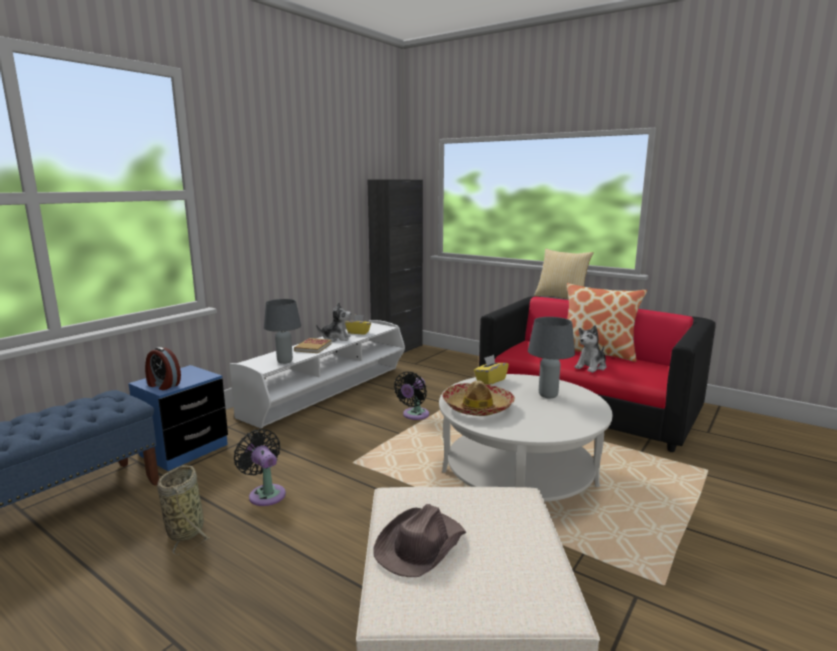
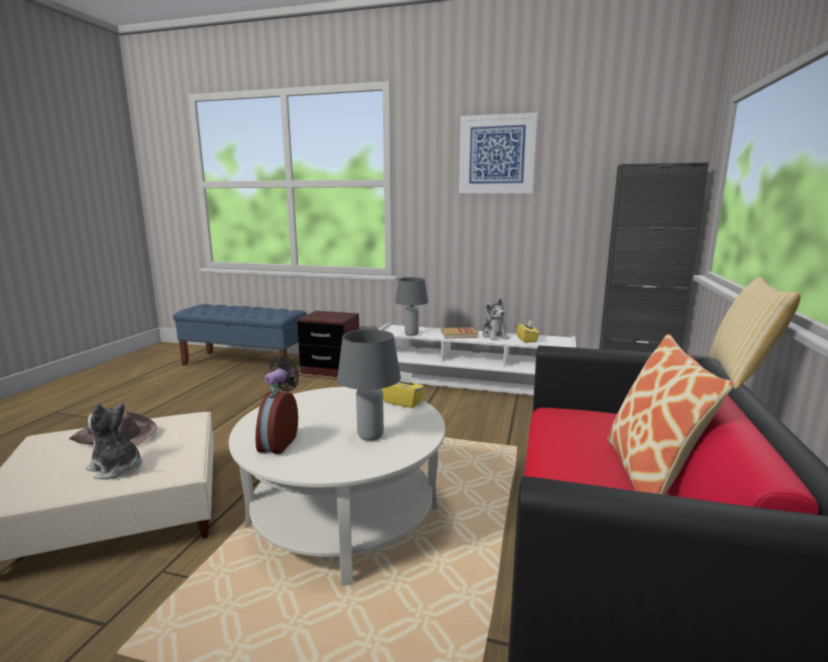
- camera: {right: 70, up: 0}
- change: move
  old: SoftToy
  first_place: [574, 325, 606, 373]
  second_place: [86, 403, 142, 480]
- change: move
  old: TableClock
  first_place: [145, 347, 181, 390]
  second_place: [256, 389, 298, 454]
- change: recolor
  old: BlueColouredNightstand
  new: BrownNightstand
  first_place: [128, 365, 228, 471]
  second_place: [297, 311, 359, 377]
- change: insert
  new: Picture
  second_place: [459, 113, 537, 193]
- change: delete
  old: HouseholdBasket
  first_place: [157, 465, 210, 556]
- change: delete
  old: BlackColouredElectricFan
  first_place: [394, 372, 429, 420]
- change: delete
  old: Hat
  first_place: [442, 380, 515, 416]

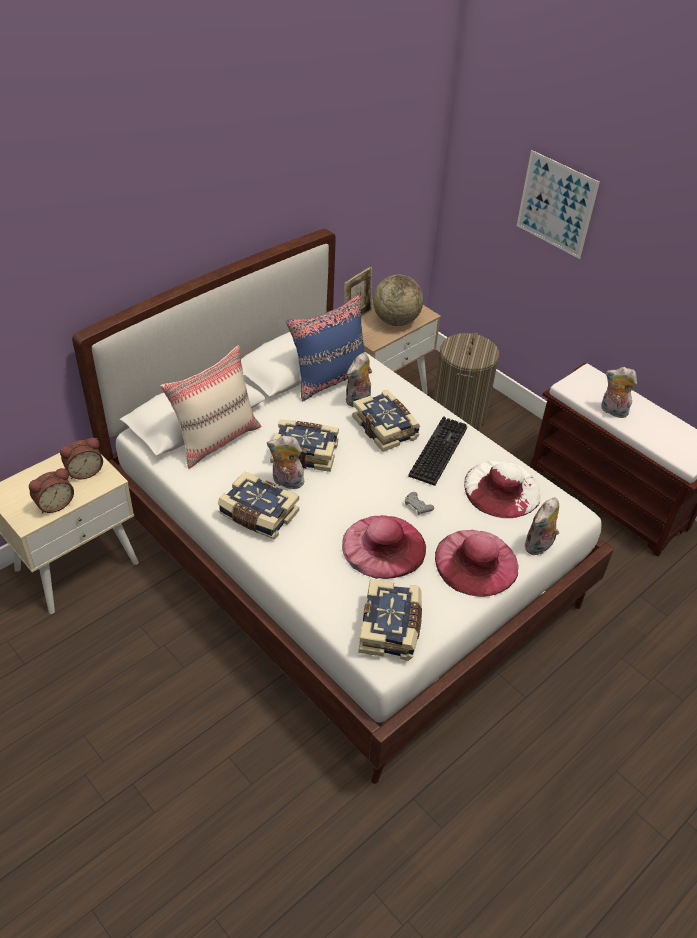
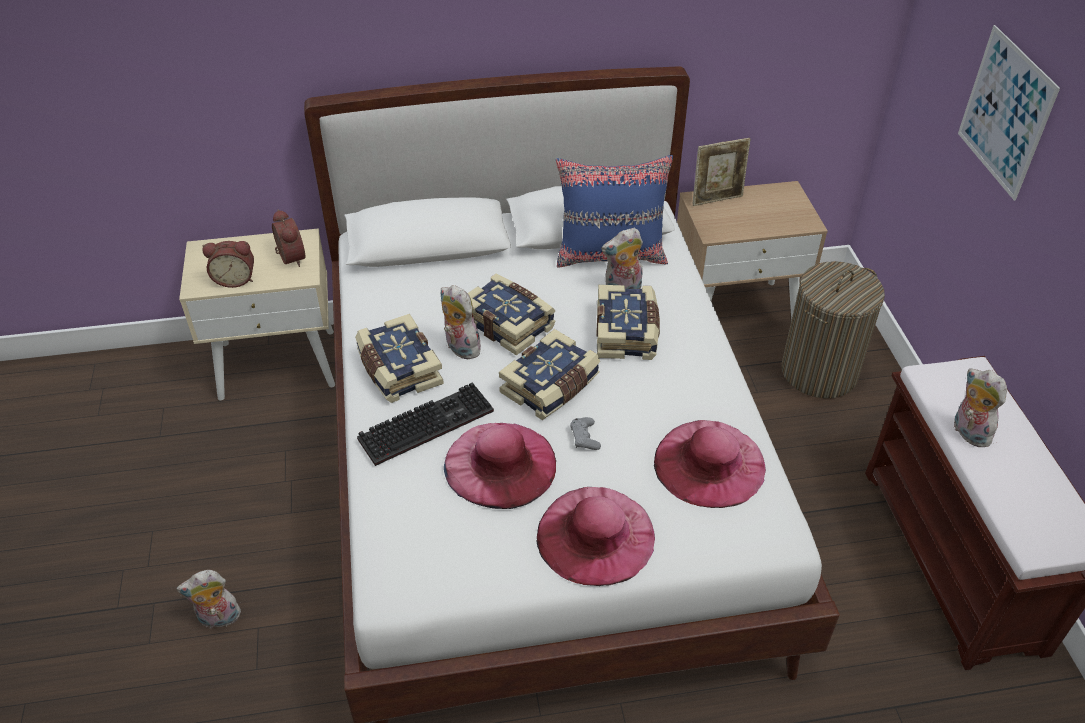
- camera: {right: 35, up: 0}
- change: move
  old: SoftToy
  first_place: [525, 497, 559, 556]
  second_place: [176, 570, 242, 629]
- change: rotate
  old: TableClock
  first_place: [60, 438, 103, 479]
  second_place: [272, 209, 305, 267]
  degrees: -120
- change: move
  old: Keyboard
  first_place: [408, 416, 467, 486]
  second_place: [357, 382, 494, 466]
- change: move
  old: Book
  first_place: [358, 579, 422, 661]
  second_place: [499, 329, 600, 420]
- change: recolor
  old: WhiteHat
  new: PinkHat
  first_place: [464, 461, 541, 518]
  second_place: [654, 420, 766, 508]
- change: delete
  old: BeigeColouredPillow
  first_place: [161, 345, 261, 469]
- change: delete
  old: Globe
  first_place: [373, 275, 423, 326]

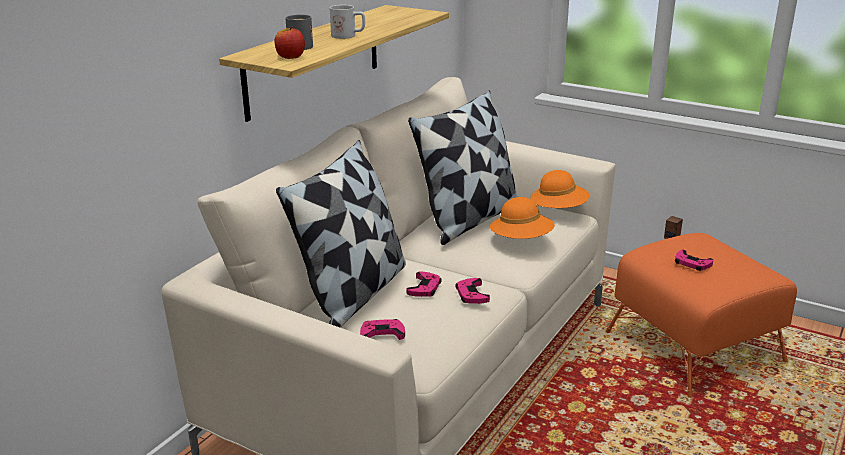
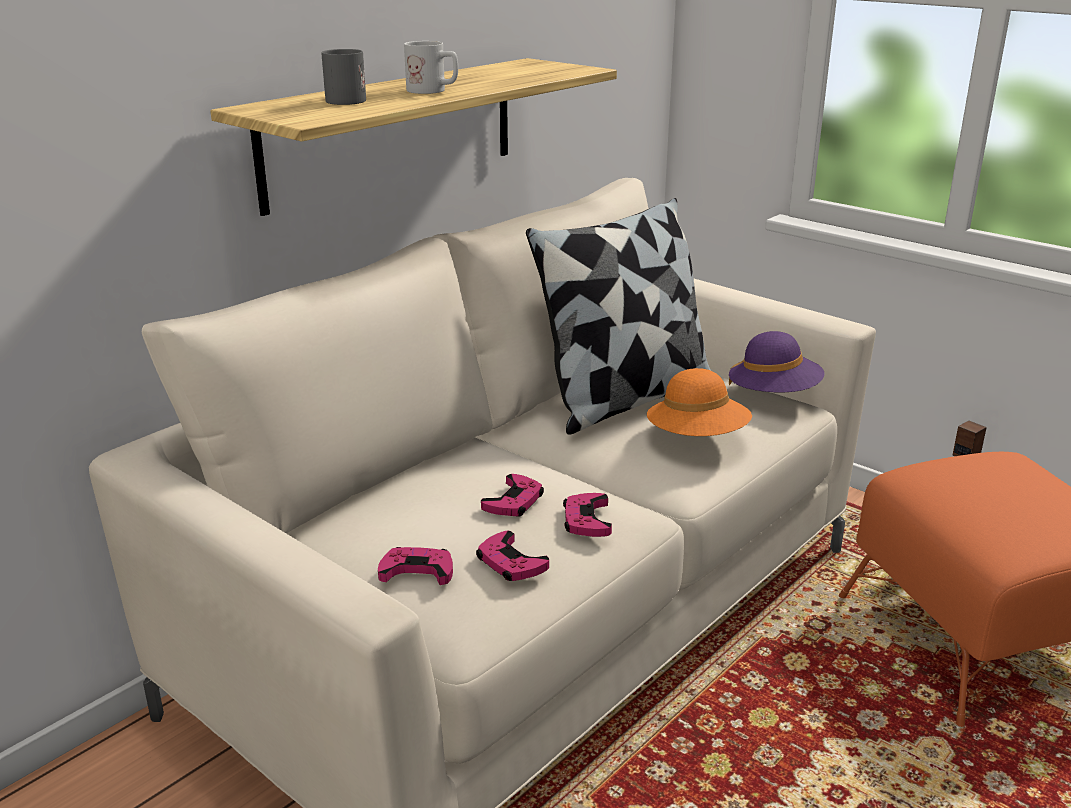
- camera: {right: 10, up: 0}
- change: move
  old: PinkGameController
  first_place: [675, 250, 713, 271]
  second_place: [476, 531, 549, 581]
- change: recolor
  old: OrangeHat
  new: PurpleHat
  first_place: [530, 170, 589, 208]
  second_place: [729, 331, 825, 392]
- change: delete
  old: AppleFruit
  first_place: [274, 26, 305, 59]
- change: delete
  old: Pillow
  first_place: [276, 140, 406, 328]

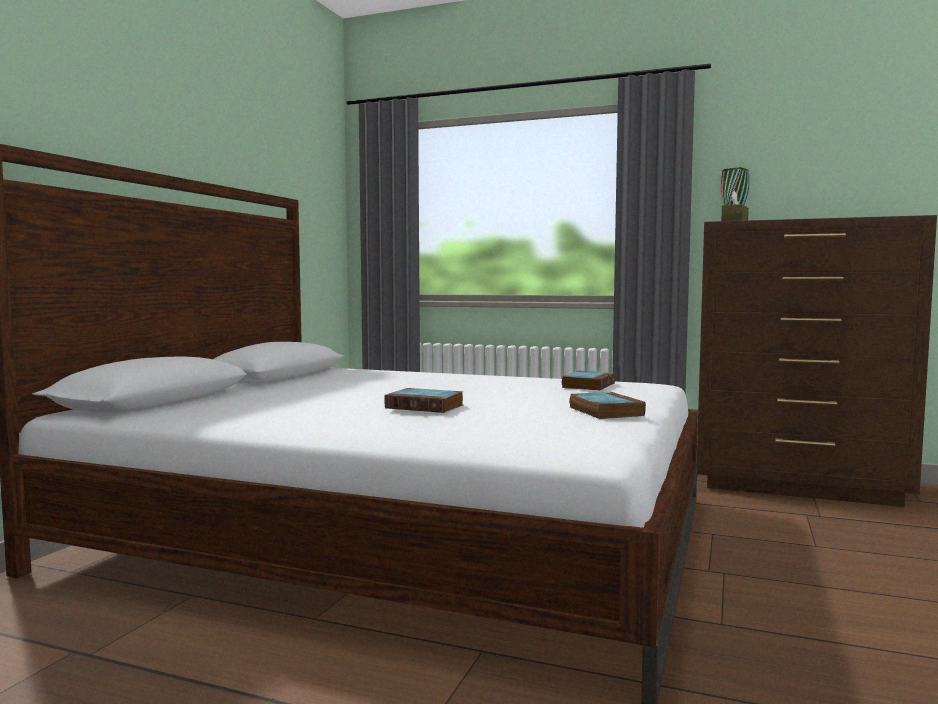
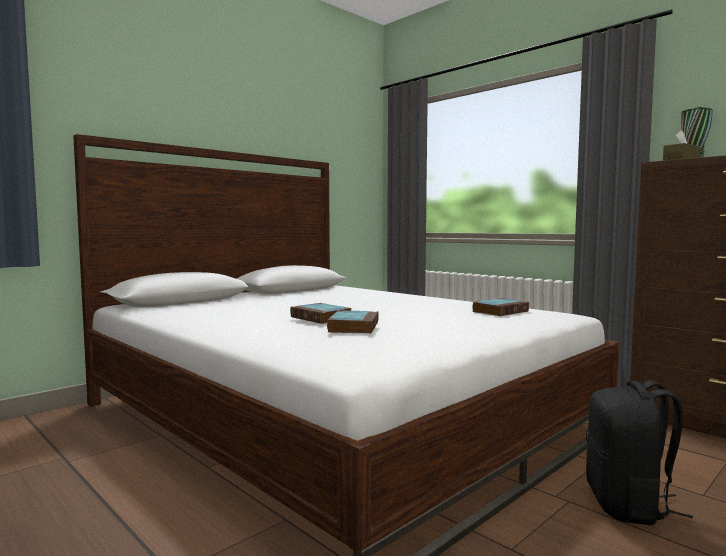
- camera: {right: 25, up: 0}
- change: move
  old: Book
  first_place: [569, 392, 646, 419]
  second_place: [327, 310, 379, 334]
- change: insert
  new: BlackColouredKnapsack
  second_place: [586, 380, 693, 525]

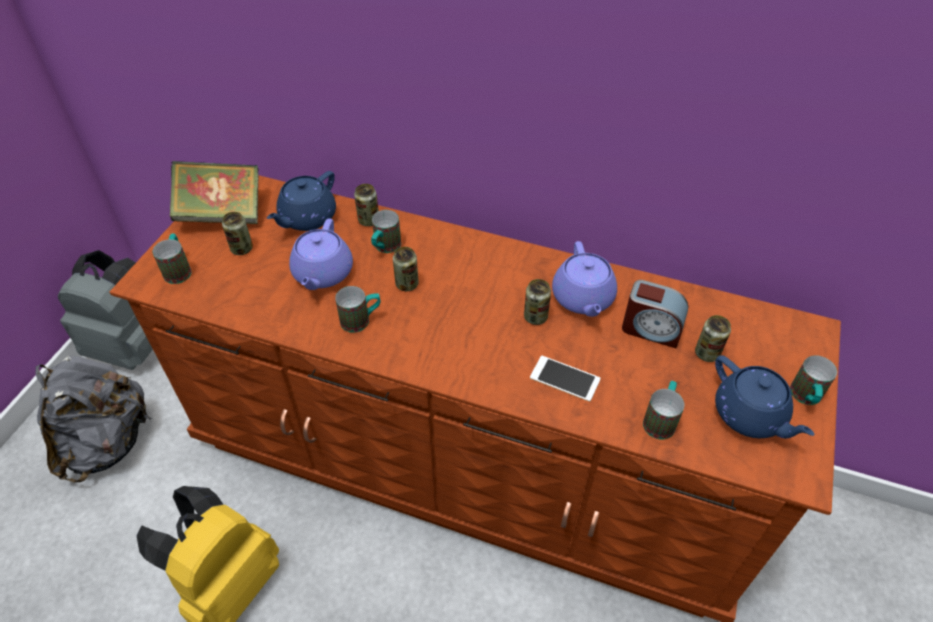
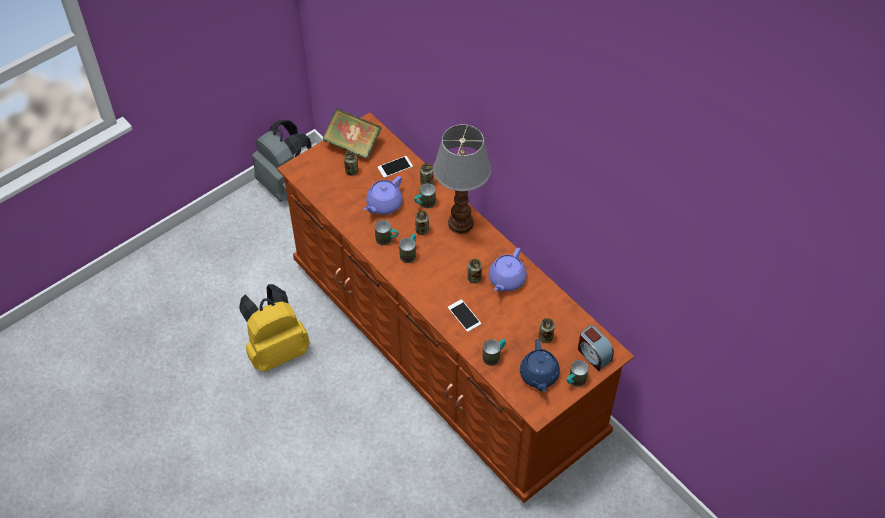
- camera: {right: 30, up: 5}
- change: replace
  old: BlueColouredTeapot
  new: Telephone
  first_place: [267, 171, 336, 231]
  second_place: [378, 156, 413, 178]
- change: move
  old: CoffeeMug
  first_place: [152, 234, 192, 284]
  second_place: [399, 234, 416, 263]
- change: insert
  new: LampForATable
  second_place: [433, 124, 491, 234]
- change: move
  old: TableClock
  first_place: [622, 280, 689, 348]
  second_place: [578, 325, 614, 371]
- change: delete
  old: GrayKnapsack
  first_place: [35, 356, 152, 482]

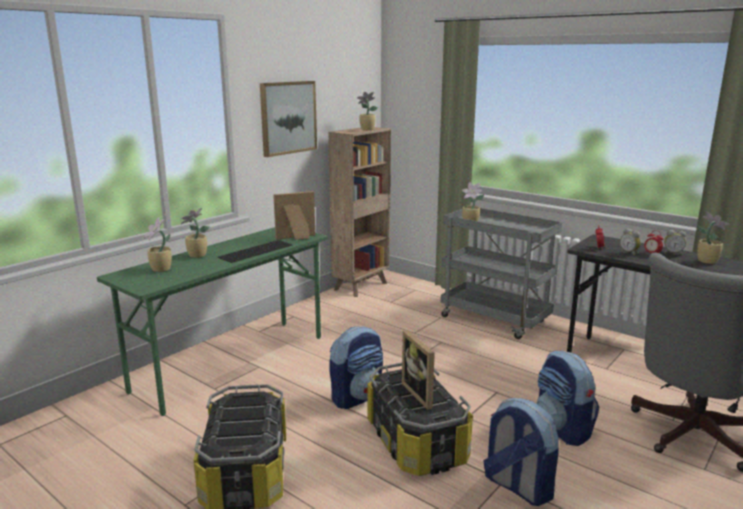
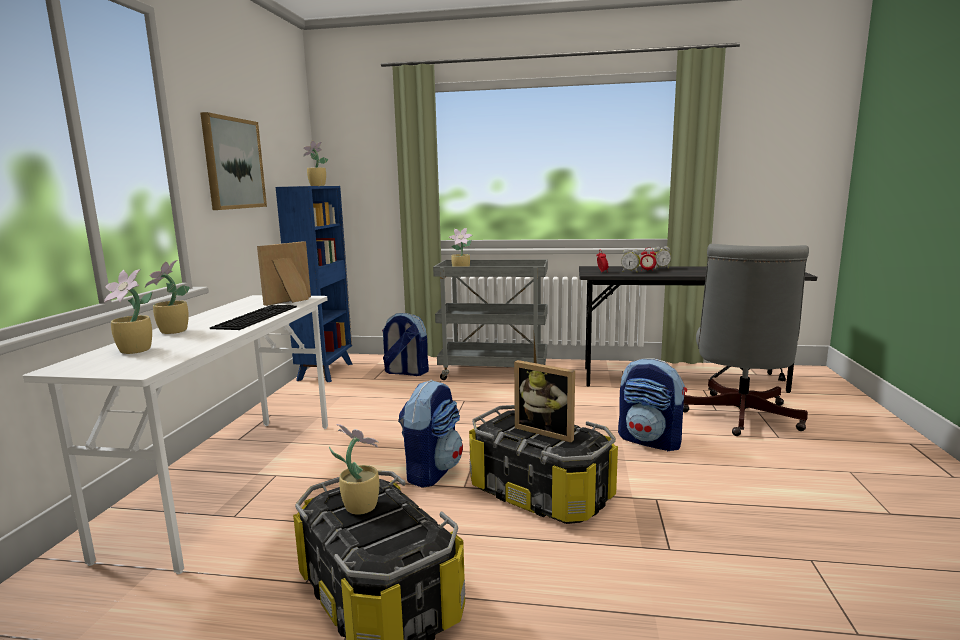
- camera: {right: -30, up: -5}
- change: recolor
  old: GreenDesk
  new: WhiteDesk
  first_place: [97, 227, 328, 416]
  second_place: [23, 295, 328, 574]
- change: recolor
  old: BrownBookshelf
  new: BlueColouredBookshelf
  first_place: [328, 127, 391, 297]
  second_place: [276, 186, 353, 382]
- change: move
  old: PlantInAPot
  first_place: [697, 212, 729, 264]
  second_place: [329, 424, 379, 515]
- change: move
  old: Knapsack
  first_place: [483, 398, 559, 506]
  second_place: [382, 313, 429, 376]

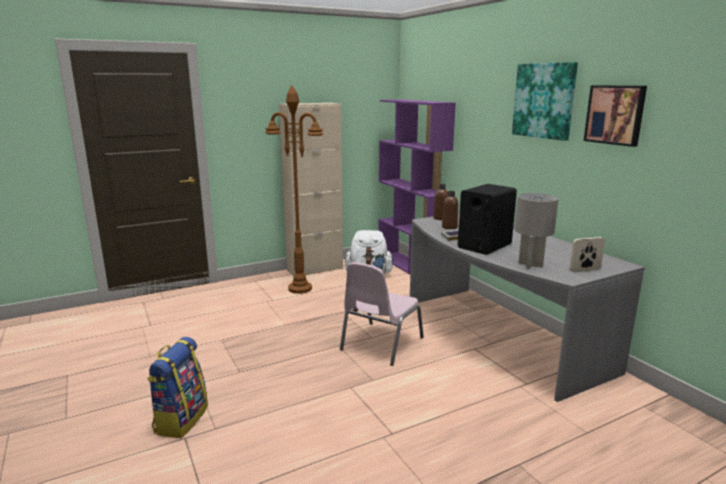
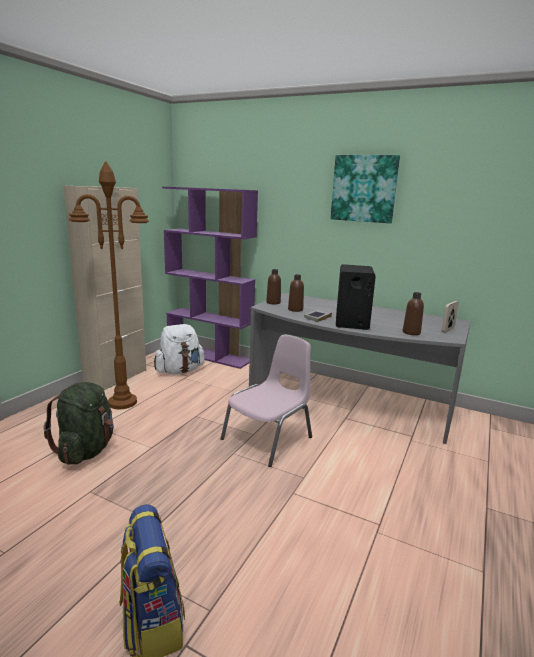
- camera: {right: -35, up: 0}
- change: insert
  new: GreenKnapsack
  second_place: [43, 382, 114, 465]
- change: rotate
  old: PinkUprightChair
  first_place: [340, 262, 424, 366]
  second_place: [221, 335, 312, 467]
  degrees: -135
- change: replace
  old: GrayLampForATable
  new: BrownBottle
  first_place: [515, 193, 559, 269]
  second_place: [403, 292, 424, 335]
- change: delete
  old: Picture
  first_place: [584, 85, 647, 147]

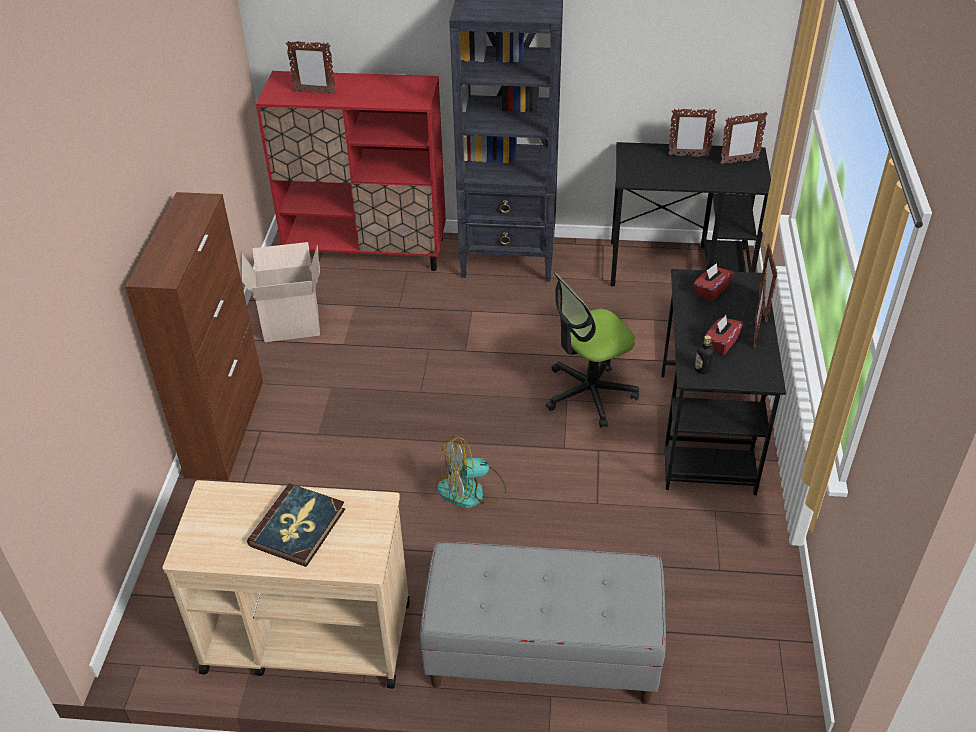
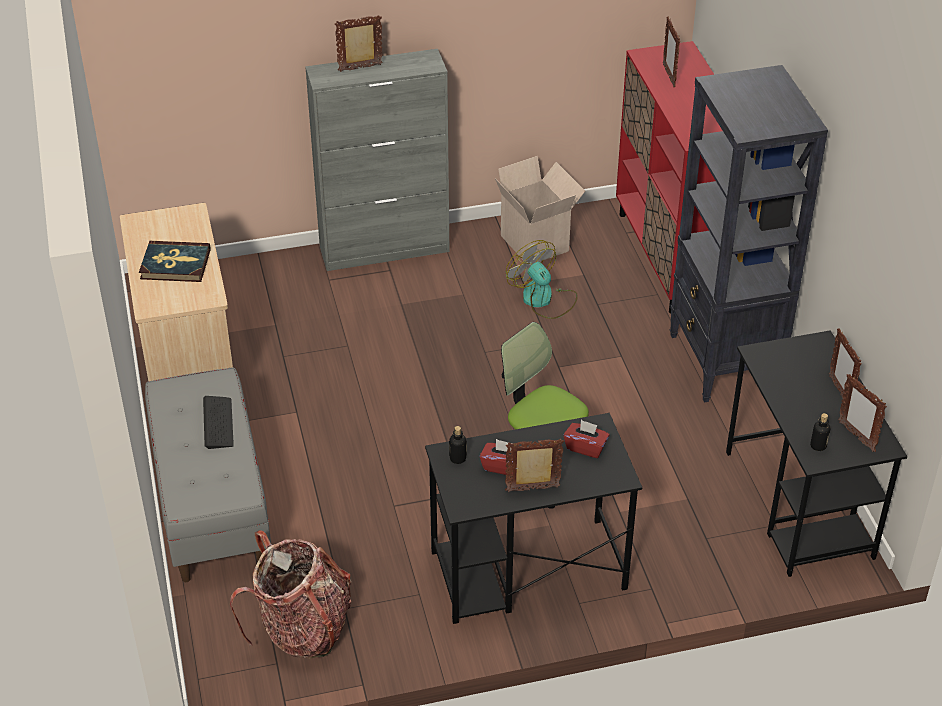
- camera: {right: 70, up: 0}
- change: insert
  new: Keyboard
  second_place: [203, 396, 234, 449]
- change: insert
  new: Knapsack
  second_place: [230, 530, 352, 659]
- change: recolor
  old: BrownCupboard
  new: GrayCupboard
  first_place: [125, 192, 263, 481]
  second_place: [305, 49, 449, 271]
- change: move
  old: PictureFrame
  first_place: [759, 243, 777, 322]
  second_place: [335, 15, 383, 72]
- change: move
  old: ElectricFan
  first_place: [437, 435, 506, 508]
  second_place: [506, 240, 578, 319]
- change: insert
  new: Bottle
  second_place: [810, 413, 831, 451]

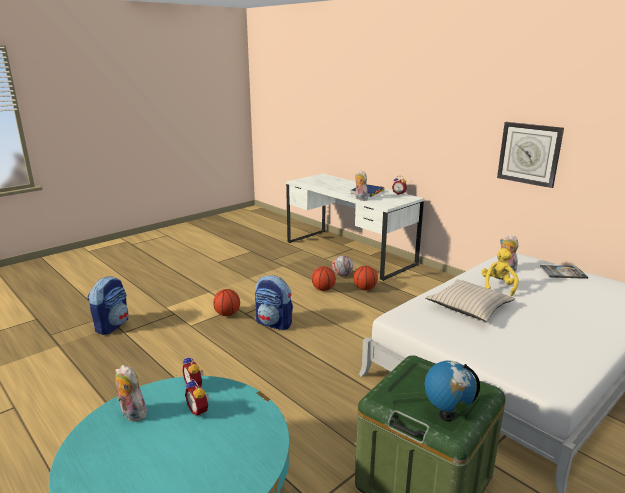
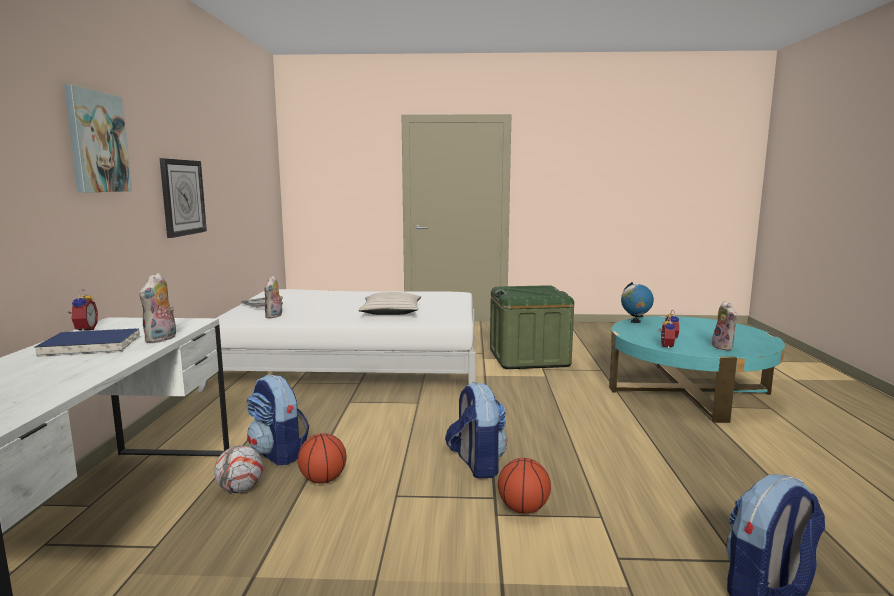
- camera: {right: -135, up: -10}
- change: insert
  new: Picture
  second_place: [64, 85, 132, 193]
- change: replace
  old: Basketball
  new: Knapsack
  first_place: [353, 266, 378, 290]
  second_place: [247, 375, 309, 465]
- change: move
  old: Globe
  first_place: [424, 360, 480, 422]
  second_place: [621, 282, 654, 323]
- change: delete
  old: YellowishSoftToy
  first_place: [482, 248, 519, 296]

